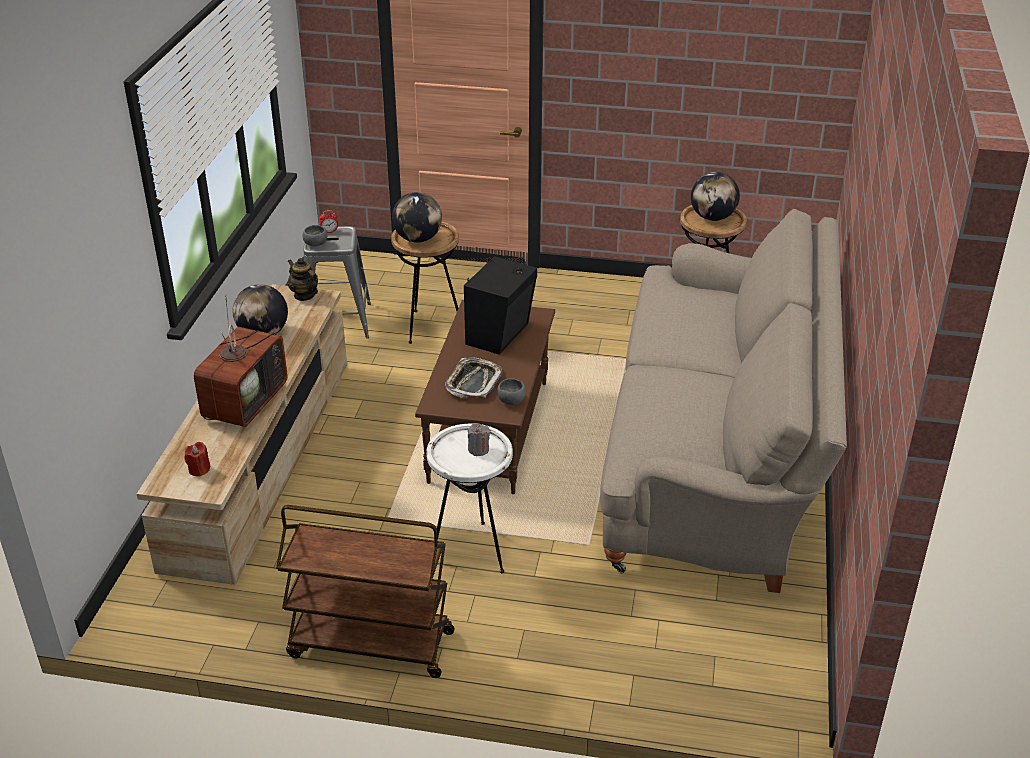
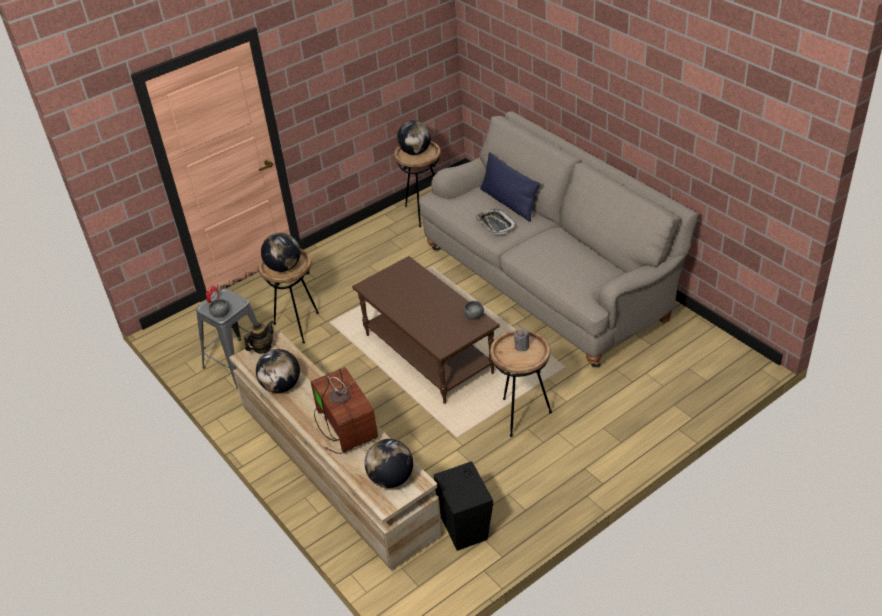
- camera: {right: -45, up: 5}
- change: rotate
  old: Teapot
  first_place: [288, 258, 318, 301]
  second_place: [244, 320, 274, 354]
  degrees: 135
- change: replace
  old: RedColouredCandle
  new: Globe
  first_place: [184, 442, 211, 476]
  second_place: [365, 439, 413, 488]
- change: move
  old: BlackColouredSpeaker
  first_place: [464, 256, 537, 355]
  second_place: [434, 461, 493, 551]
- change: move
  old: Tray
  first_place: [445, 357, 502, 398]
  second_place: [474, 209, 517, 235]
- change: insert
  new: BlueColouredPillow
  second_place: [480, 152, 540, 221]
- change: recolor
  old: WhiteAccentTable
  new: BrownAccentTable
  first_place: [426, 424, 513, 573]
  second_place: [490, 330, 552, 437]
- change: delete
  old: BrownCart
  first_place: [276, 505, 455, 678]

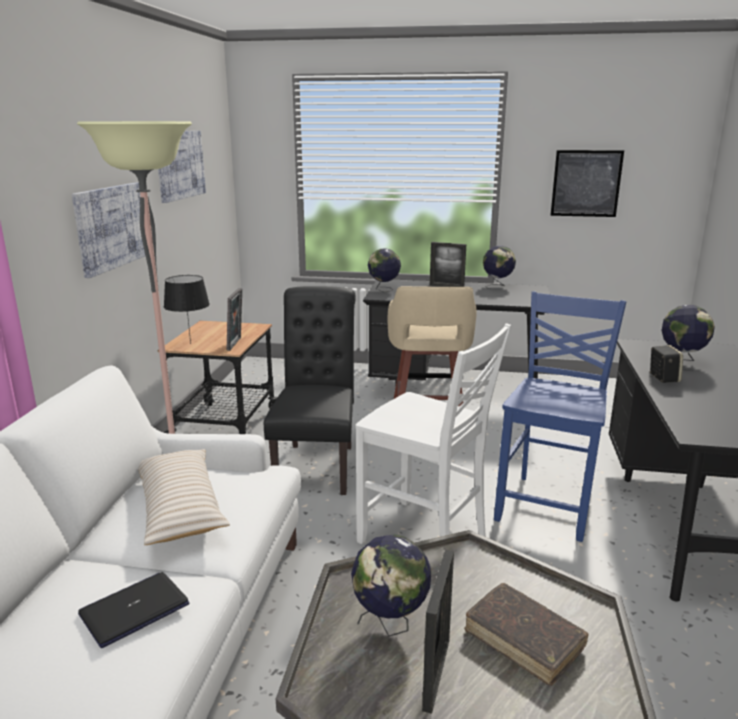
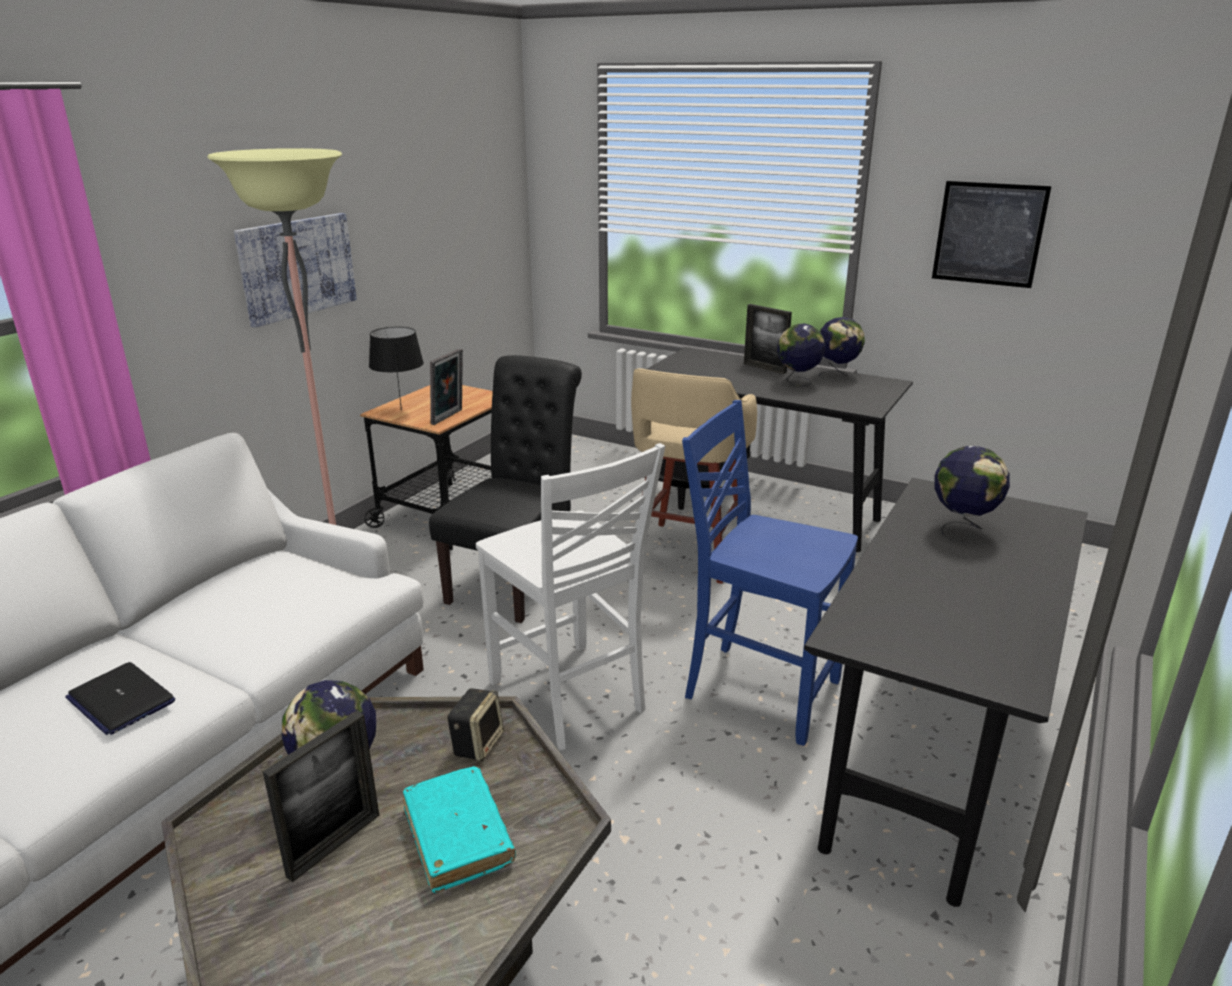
- camera: {right: 20, up: 5}
- change: rotate
  old: NotebookComputer
  first_place: [78, 572, 189, 648]
  second_place: [65, 662, 175, 735]
  degrees: -120
- change: recolor
  old: BrownBook
  new: BlueGreenBook
  first_place: [464, 583, 589, 686]
  second_place: [403, 766, 516, 893]
- change: move
  old: Speaker
  first_place: [650, 345, 683, 383]
  second_place: [447, 688, 504, 761]
- change: rotate
  old: BlueColouredUprightChair
  first_place: [494, 292, 626, 542]
  second_place: [682, 400, 858, 746]
  degrees: -105
- change: move
  old: Globe
  first_place: [368, 248, 401, 292]
  second_place: [777, 324, 825, 386]
- change: delete
  old: BeigeColouredPillow
  first_place: [138, 449, 230, 545]
- change: delete
  old: Picture
  first_place: [158, 131, 206, 203]

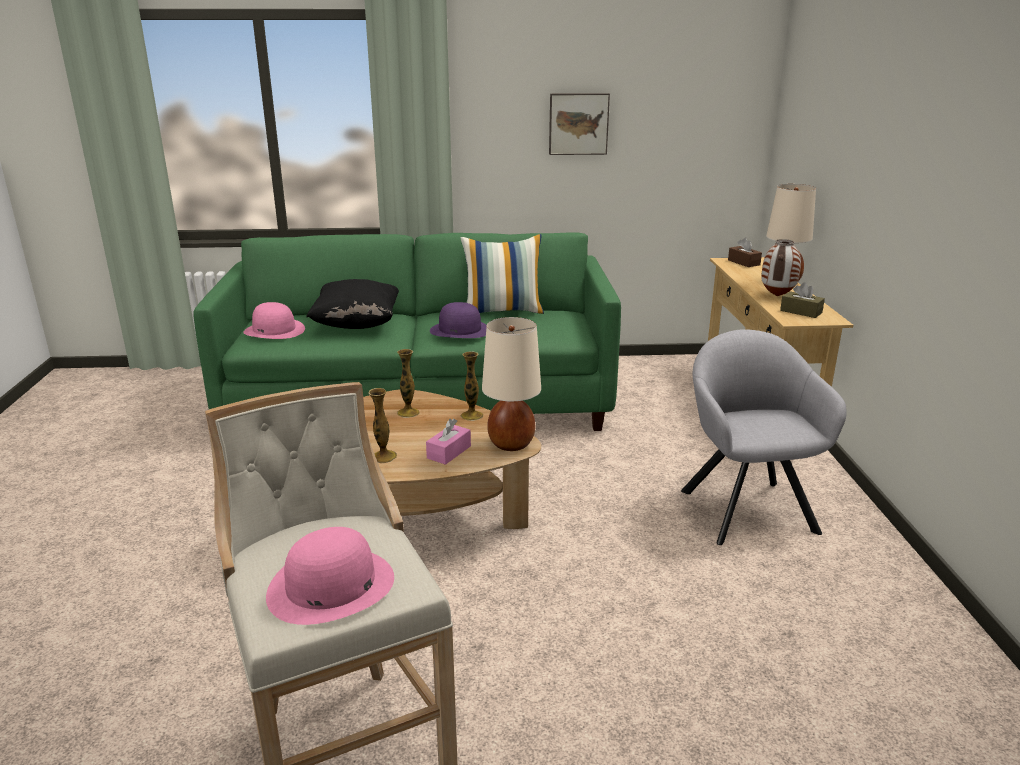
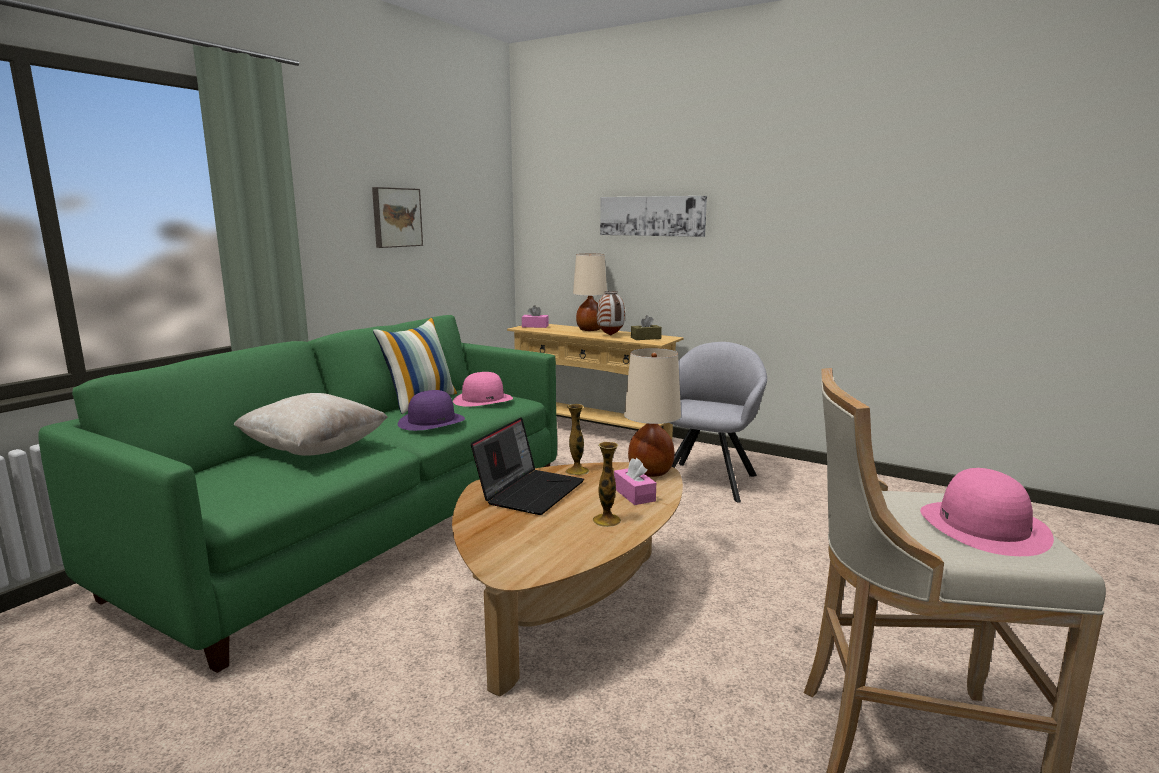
- camera: {right: -55, up: -10}
- change: recolor
  old: BlackColouredPillow
  new: BeigeColouredPillow
  first_place: [306, 279, 399, 329]
  second_place: [234, 393, 387, 456]
- change: move
  old: PinkHat
  first_place: [243, 302, 305, 339]
  second_place: [453, 372, 513, 407]
- change: replace
  old: FlowerVase
  new: NotebookComputer
  first_place: [397, 349, 420, 418]
  second_place: [471, 417, 584, 515]
- change: recolor
  old: BrownBoxOfTissues
  new: PinkBoxOfTissues
  first_place: [728, 238, 762, 267]
  second_place: [522, 305, 549, 328]
- change: insert
  new: Picture
  second_place: [600, 196, 707, 237]
- change: rotate
  old: GrayEasyChair
  first_place: [681, 329, 847, 545]
  second_place: [671, 342, 767, 503]
  degrees: 90

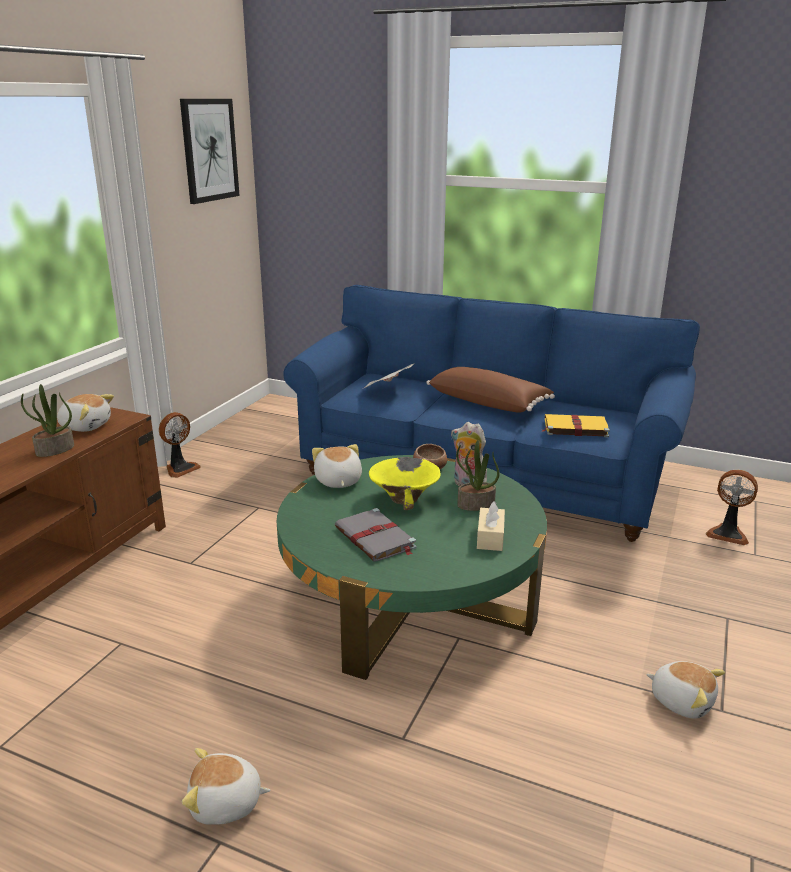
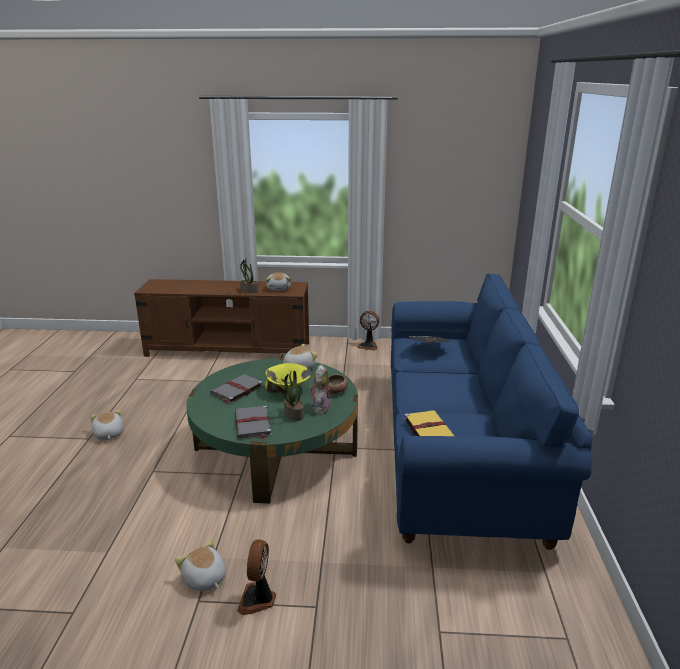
- camera: {right: 70, up: 0}
- change: rotate
  old: SoftToy
  first_place: [646, 661, 725, 719]
  second_place: [175, 540, 226, 591]
  degrees: 120
- change: replace
  old: BeigeColouredBoxOfTissues
  new: GrayBook
  first_place: [477, 501, 505, 551]
  second_place: [235, 405, 272, 440]
- change: move
  old: ElectricFan
  first_place: [706, 470, 758, 545]
  second_place: [237, 539, 276, 615]
- change: delete
  old: Picture
  first_place: [180, 99, 240, 204]
- change: delete
  old: BrownPillow
  first_place: [426, 367, 555, 413]

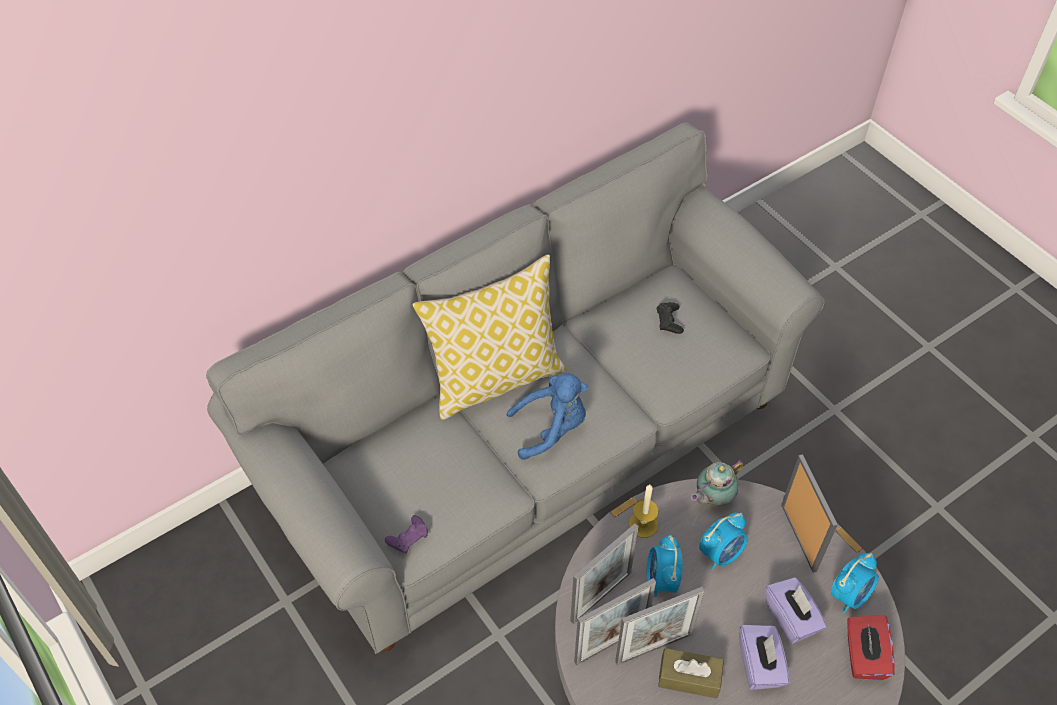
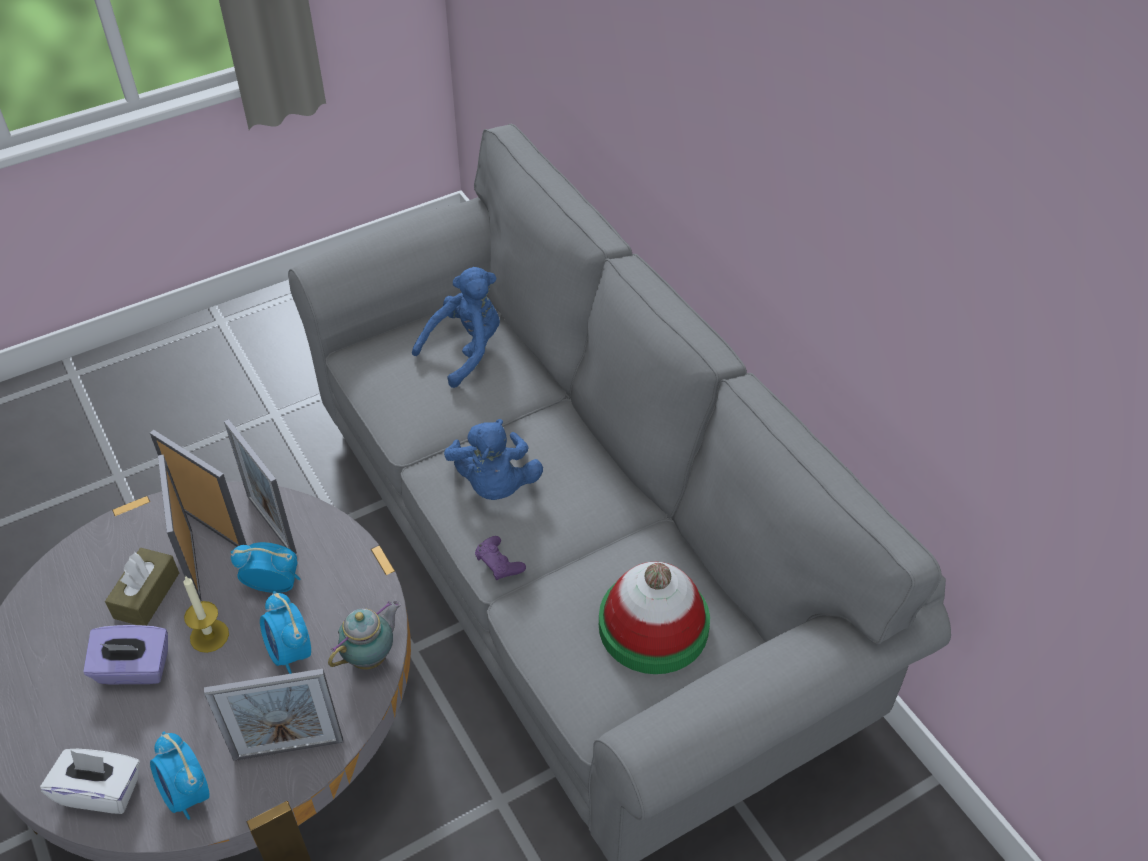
- camera: {right: 95, up: -5}
- change: recolor
  old: RedColouredBoxOfTissues
  new: WhiteBoxOfTissues
  first_place: [847, 615, 895, 680]
  second_place: [40, 749, 140, 814]
- change: rotate
  old: PictureFrame
  first_place: [574, 578, 656, 665]
  second_place: [150, 430, 247, 547]
  degrees: 150
- change: move
  old: Candle
  first_place: [629, 484, 658, 538]
  second_place: [183, 576, 229, 653]
- change: rotate
  old: Teapot
  first_place: [691, 459, 743, 507]
  second_place: [328, 600, 401, 670]
  degrees: 75
- change: insert
  new: BlueColouredSoftToy
  second_place: [412, 267, 500, 388]
- change: move
  old: PurpleGameController
  first_place: [385, 515, 428, 554]
  second_place: [475, 536, 526, 580]
- change: replace
  old: BlackColouredGameController
  new: Hat
  first_place: [657, 302, 684, 334]
  second_place: [599, 562, 710, 674]
- change: delete
  old: Pillow
  first_place: [413, 254, 567, 420]
- change: delete
  old: PurpleBoxOfTissues
  first_place: [765, 577, 827, 644]

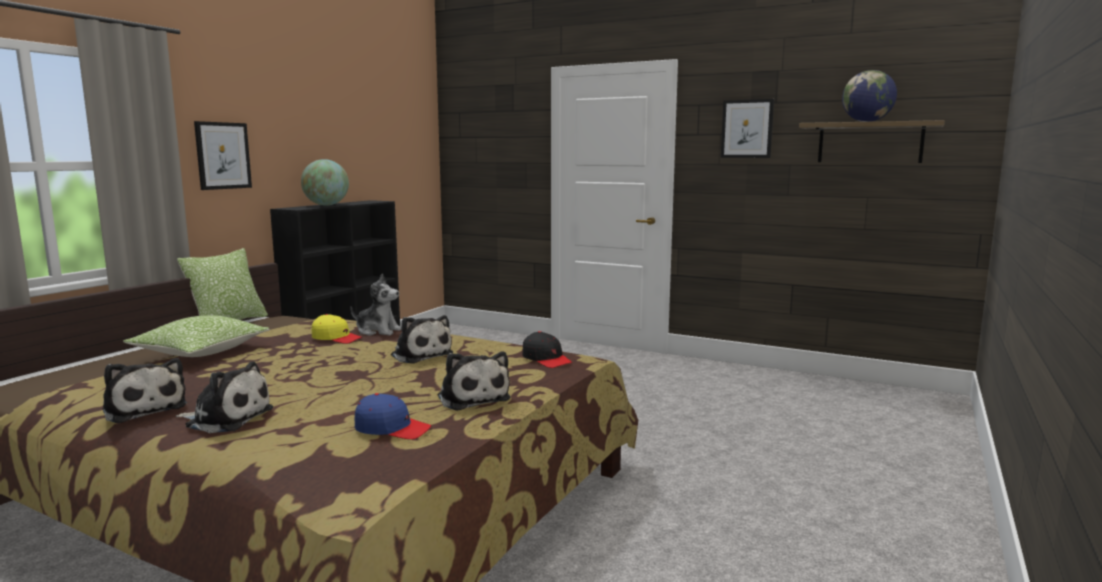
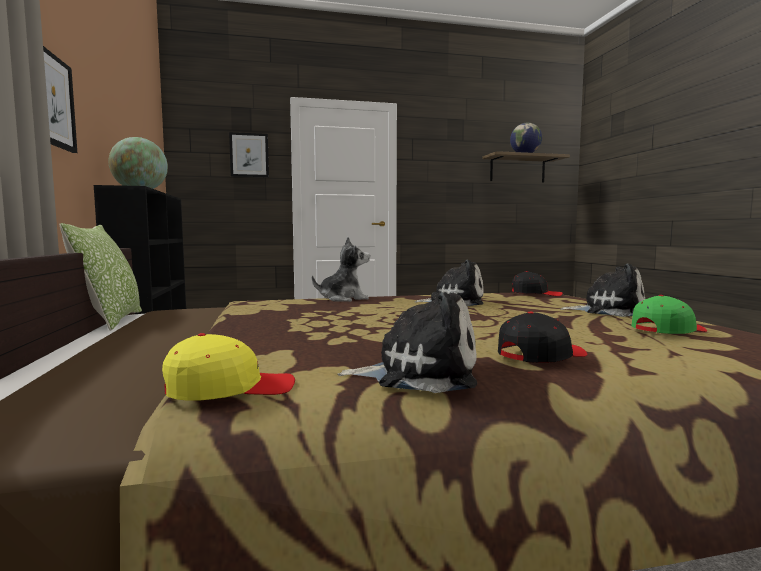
- camera: {right: -40, up: -5}
- change: move
  old: YellowishPeakedCap
  first_place: [312, 314, 363, 344]
  second_place: [162, 333, 295, 401]
- change: move
  old: Picture
  first_place: [721, 99, 774, 158]
  second_place: [229, 132, 269, 177]
- change: replace
  old: SoftToy
  new: BlackColouredPeakedCap
  first_place: [176, 361, 273, 433]
  second_place: [498, 312, 588, 363]
- change: recolor
  old: BlueColouredPeakedCap
  new: GreenPeakedCap
  first_place: [355, 393, 431, 439]
  second_place: [631, 295, 707, 334]
- change: delete
  old: Pillow
  first_place: [123, 315, 270, 357]

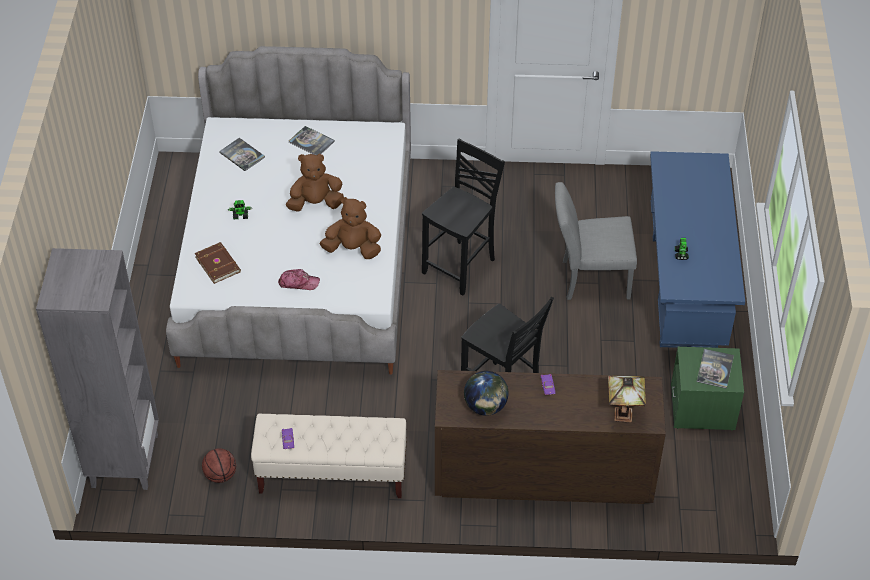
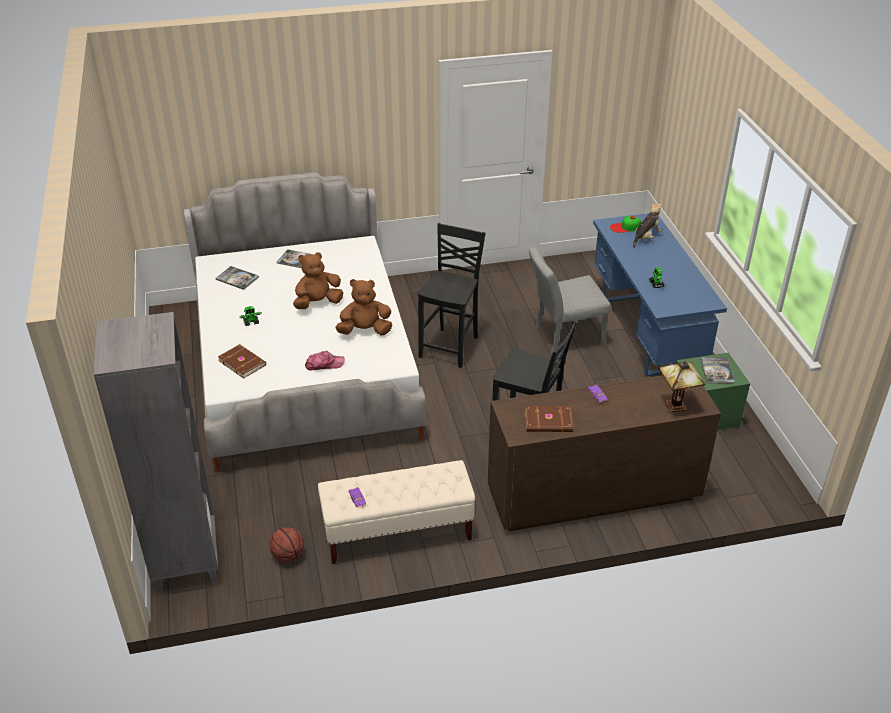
- camera: {right: -15, up: -10}
- change: replace
  old: Globe
  new: BrownBook
  first_place: [464, 371, 509, 416]
  second_place: [525, 406, 573, 432]
- change: insert
  new: PeakedCap
  second_place: [610, 216, 641, 233]
- change: insert
  new: SoftToy
  second_place: [633, 202, 662, 248]

